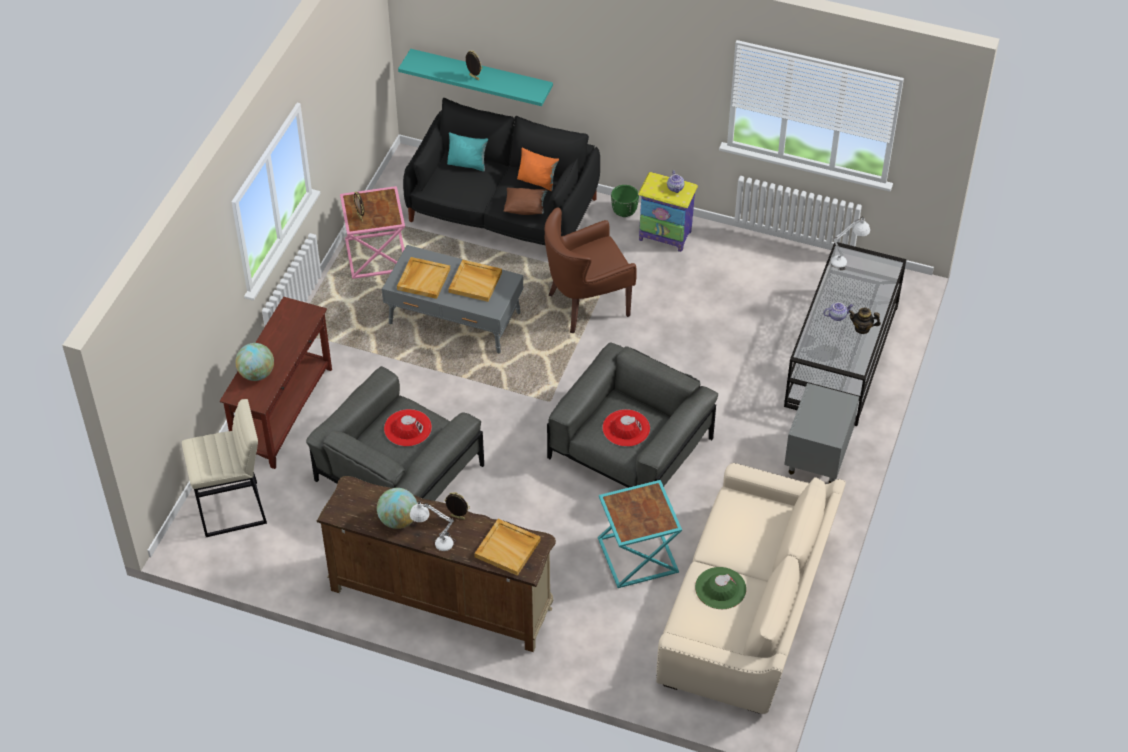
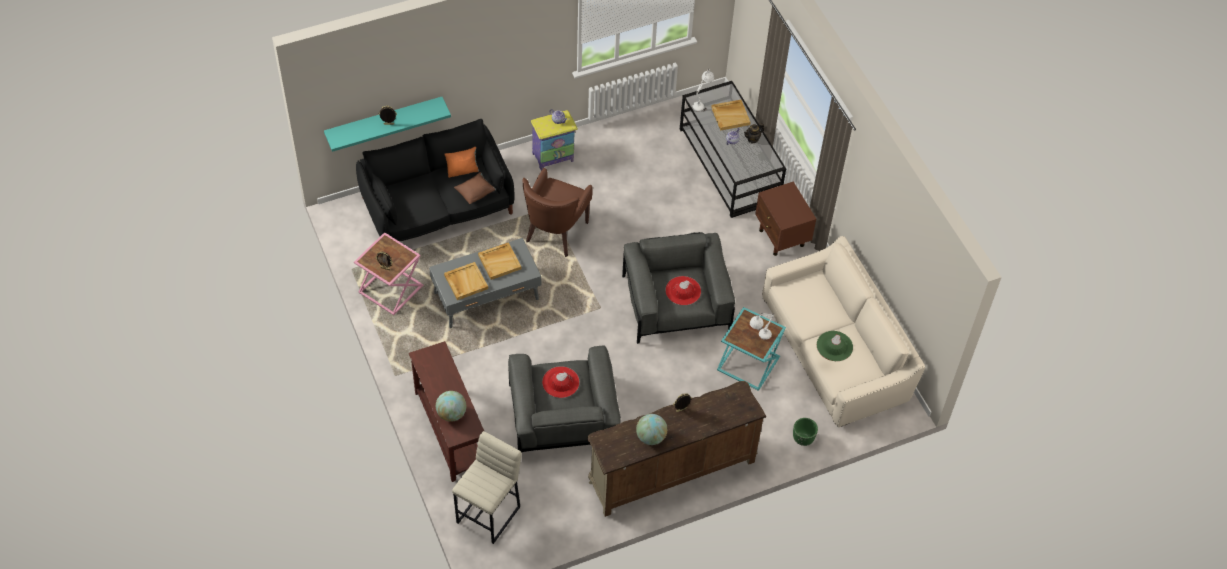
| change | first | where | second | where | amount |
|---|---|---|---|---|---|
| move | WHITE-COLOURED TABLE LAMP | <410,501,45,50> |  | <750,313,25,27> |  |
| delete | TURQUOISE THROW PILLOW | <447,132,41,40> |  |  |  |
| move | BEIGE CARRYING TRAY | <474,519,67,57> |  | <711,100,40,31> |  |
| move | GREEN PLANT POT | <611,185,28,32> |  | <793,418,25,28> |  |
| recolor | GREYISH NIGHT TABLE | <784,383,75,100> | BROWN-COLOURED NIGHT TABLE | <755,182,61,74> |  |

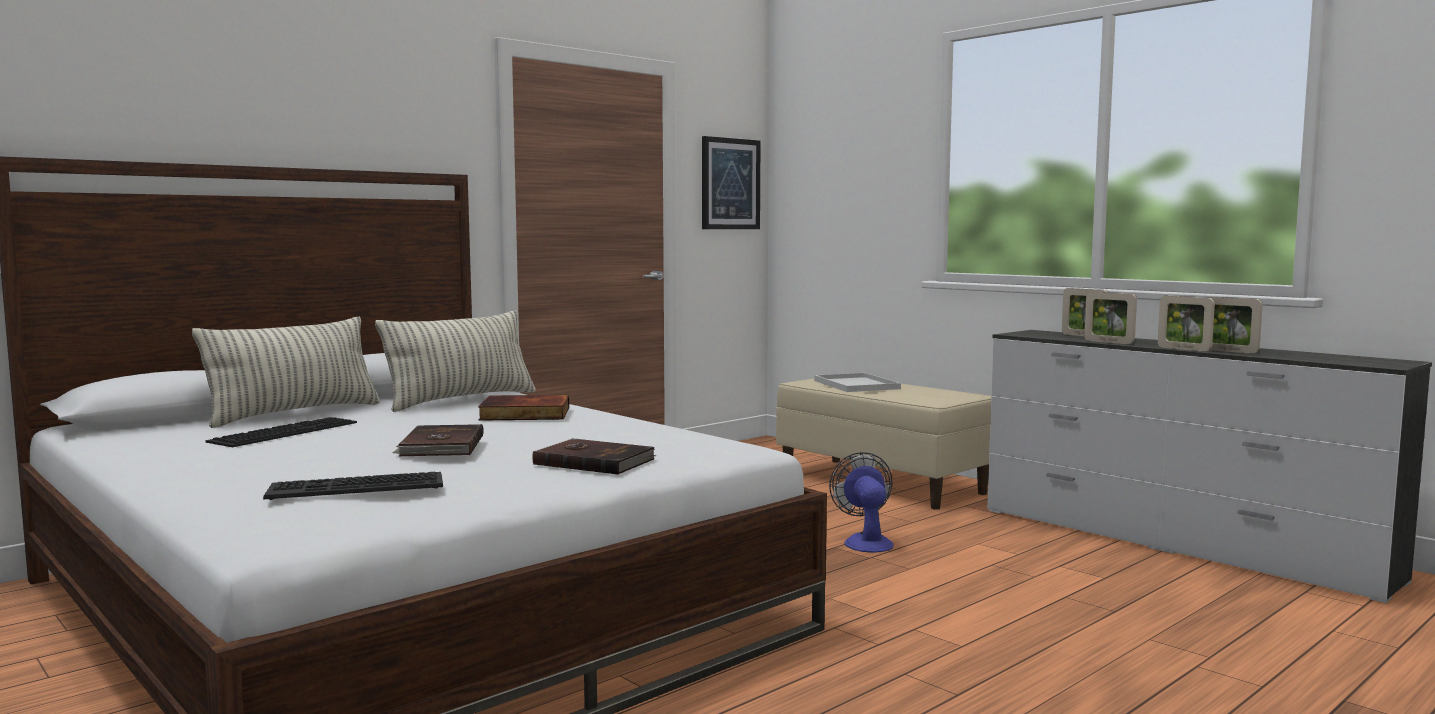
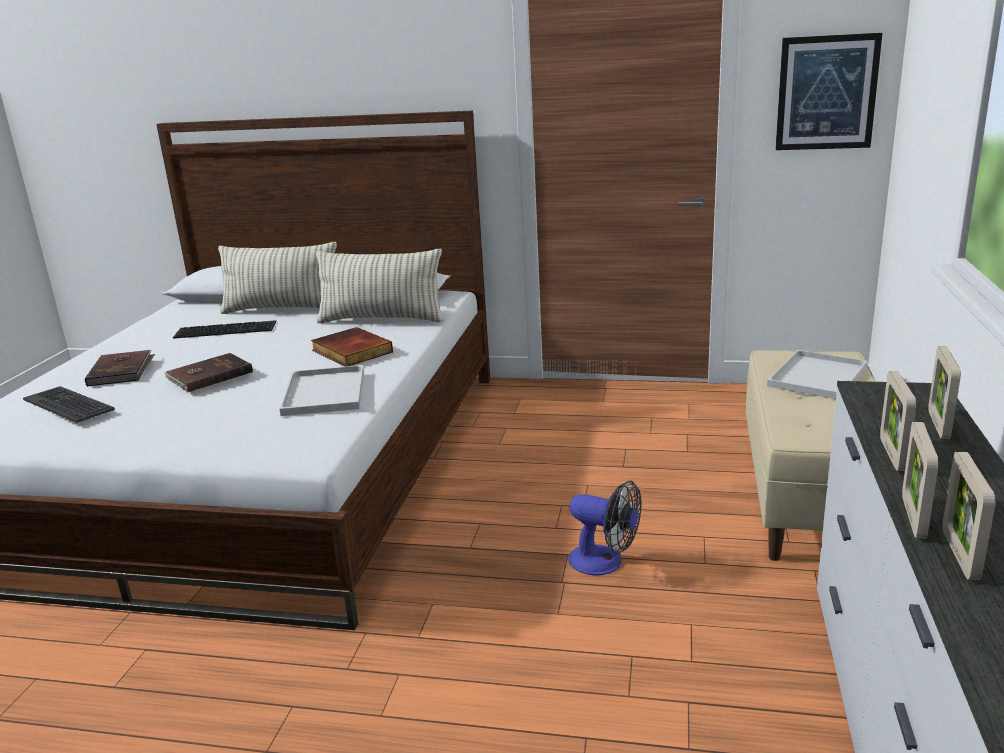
| change | first | where | second | where | amount |
|---|---|---|---|---|---|
| move | BROWN-COLOURED VOLUME | <533,438,123,37> |  | <85,350,70,37> |  |
| rotate | FAN | <829,452,65,101> |  | <568,481,73,94> | 75 degrees clockwise |
| insert |  |  | WHITE-COLOURED CARRYING TRAY | <279,365,85,51> |  |

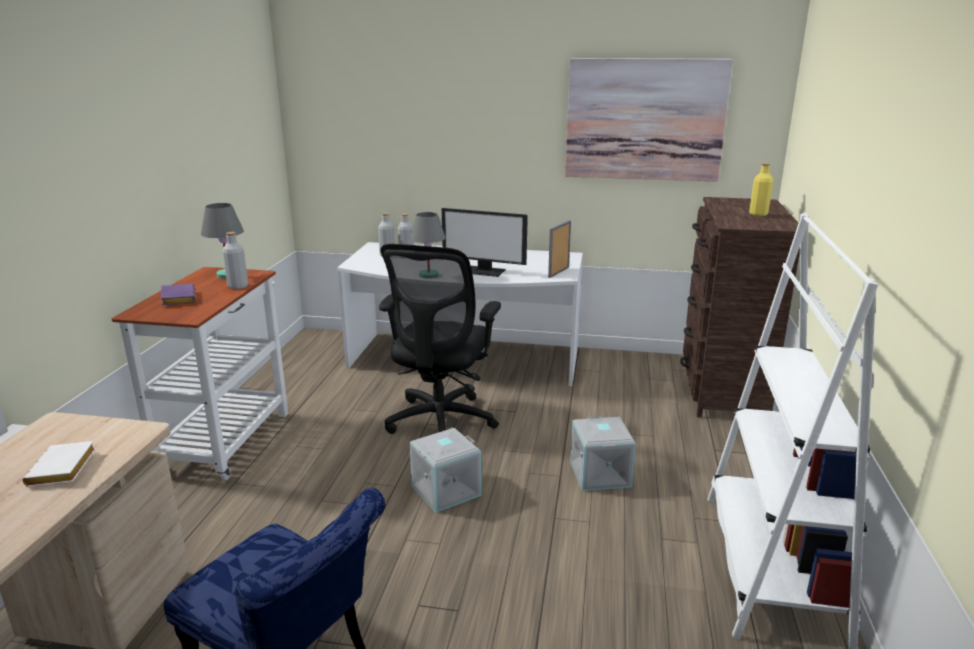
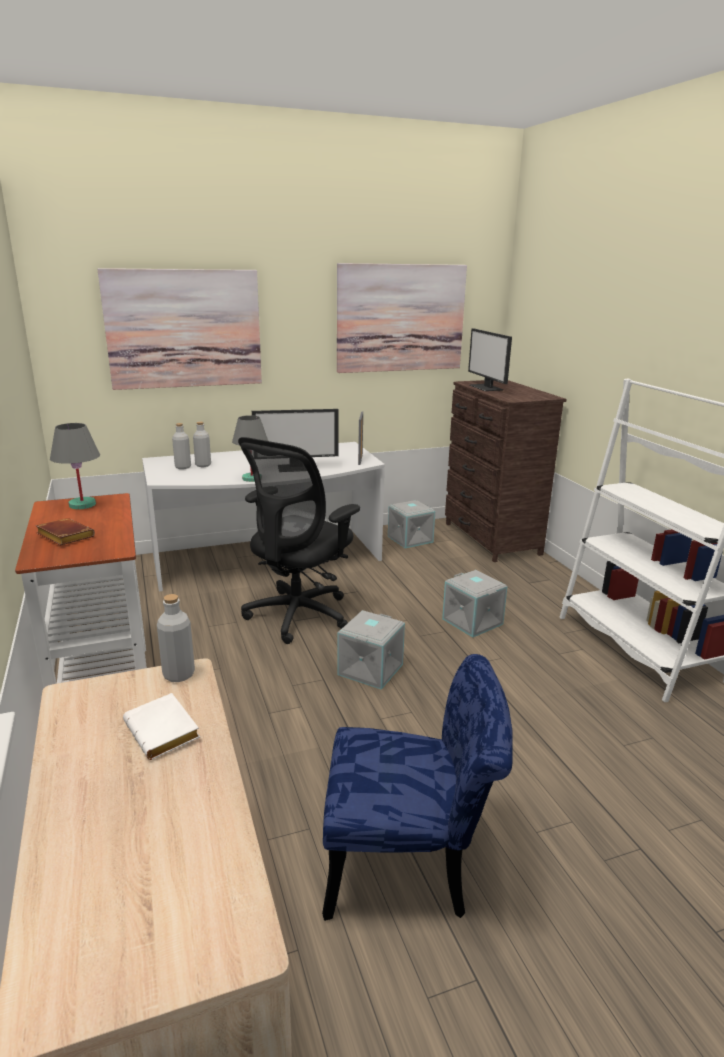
| change | first | where | second | where | amount |
|---|---|---|---|---|---|
| recolor | PURPLISH VOLUME | <161,284,35,21> | BROWN-COLOURED VOLUME | <36,518,59,27> |  |
| move | GREYISH DRINK BOTTLE | <222,232,26,57> |  | <157,594,38,88> |  |
| rotate | BLACK-COLOURED DESK CHAIR | <379,244,122,190> |  | <238,437,122,207> | 45 degrees clockwise |
| delete | YELLOWISH DRINK BOTTLE | <749,163,24,53> |  |  |  |
| insert |  |  | WALL ART | <97,268,165,122> |  |
| insert |  |  | GREYISH STORAGE BIN | <388,500,47,49> |  |
| insert |  |  | MONITOR | <468,328,44,63> |  |

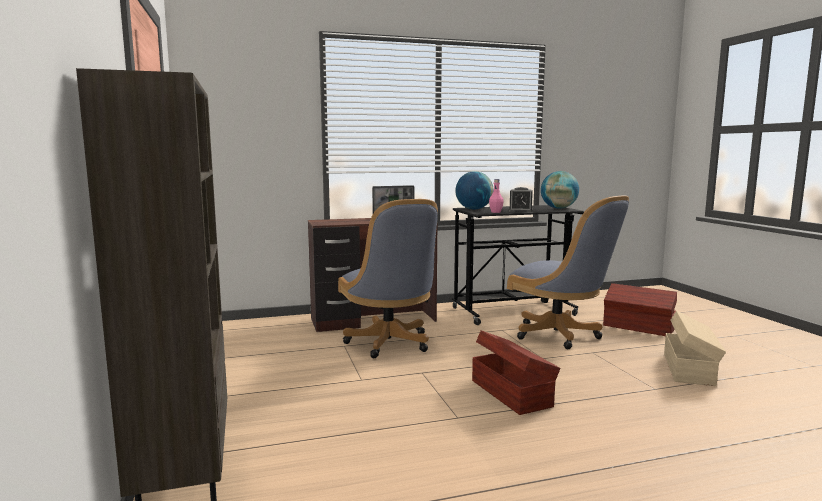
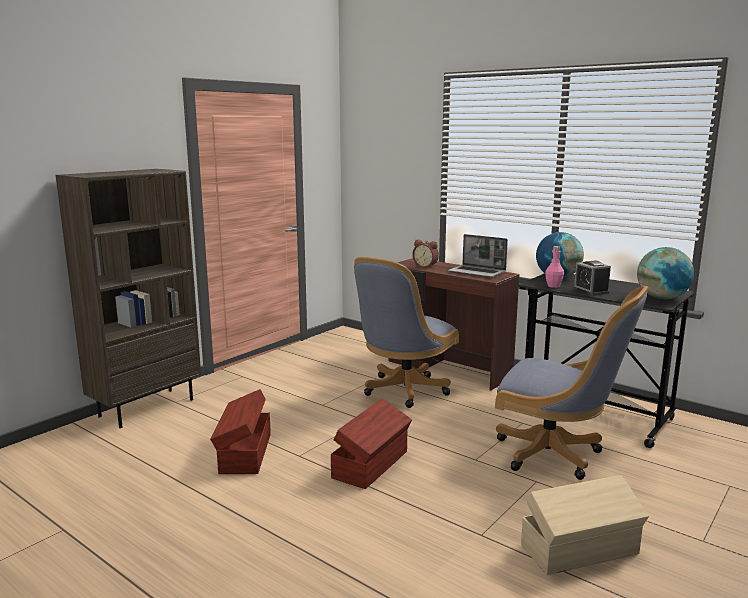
| change | first | where | second | where | amount |
|---|---|---|---|---|---|
| rotate | BLUE DESK CHAIR | <507,195,122,155> |  | <495,286,153,194> | 75 degrees counterclockwise |
| move | BROWN-COLOURED STORAGE BIN | <603,283,74,53> |  | <210,389,61,85> |  |
| insert |  |  | ALARM CLOCK | <412,240,27,28> |  |

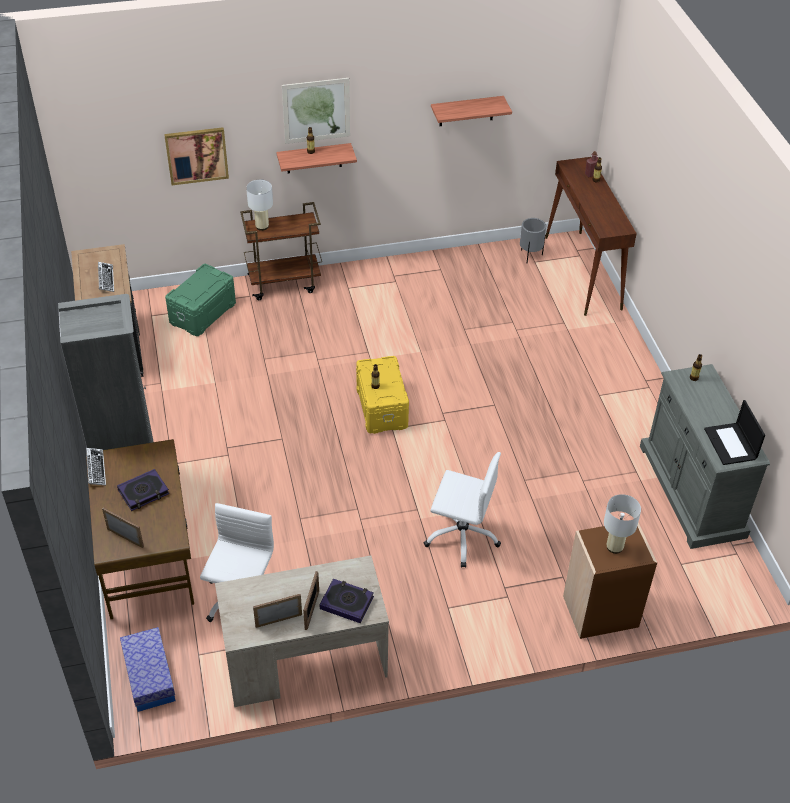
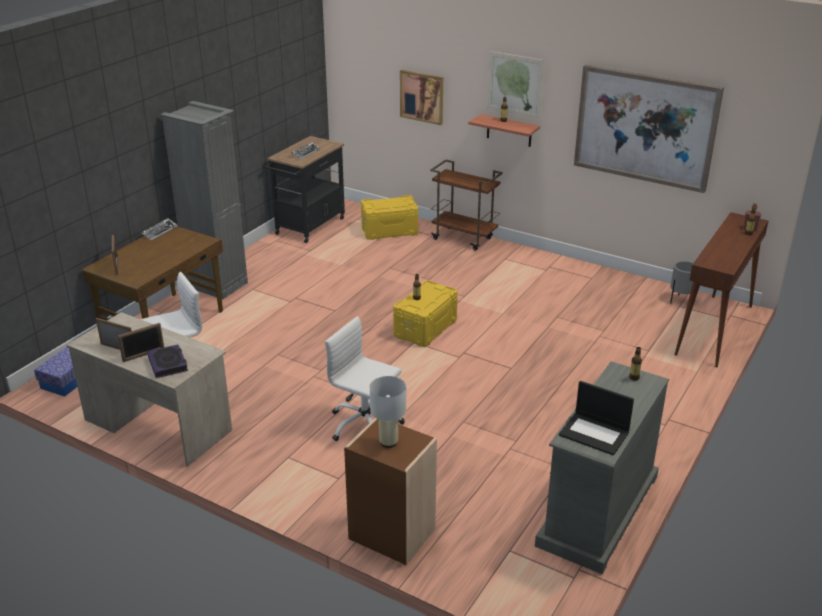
| change | first | where | second | where | amount |
|---|---|---|---|---|---|
| delete | VOLUME | <117,469,52,42> |  |  |  |
| recolor | GREEN STORAGE BIN | <165,264,71,72> | YELLOWISH STORAGE BIN | <361,195,57,45> |  |
| delete | WHITE-COLOURED TABLE LAMP | <246,179,27,52> |  |  |  |
| rotate | WHITE-COLOURED DESK CHAIR | <424,452,77,116> |  | <325,316,80,125> | 150 degrees clockwise |
| replace | WALL SHELF | <431,96,81,30> | WALL ART | <574,65,150,128> |  |
| rotate | PORTABLE COMPUTER | <704,400,61,65> |  | <559,381,75,74> | 90 degrees counterclockwise |

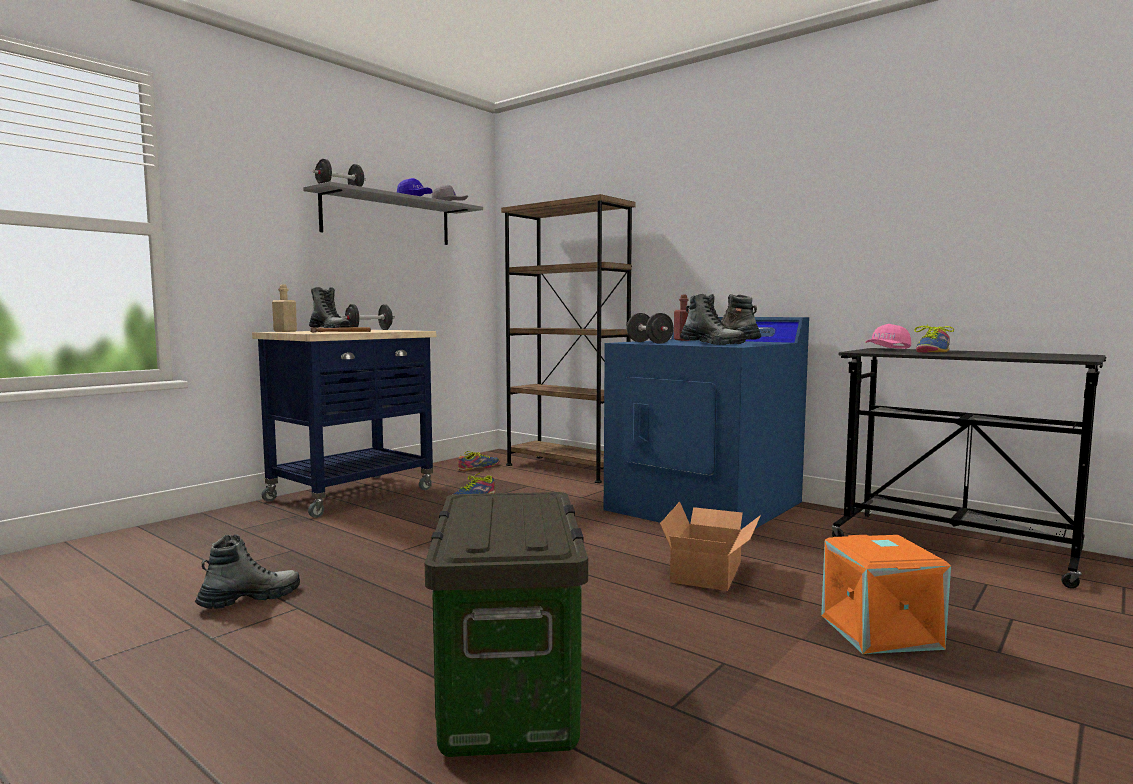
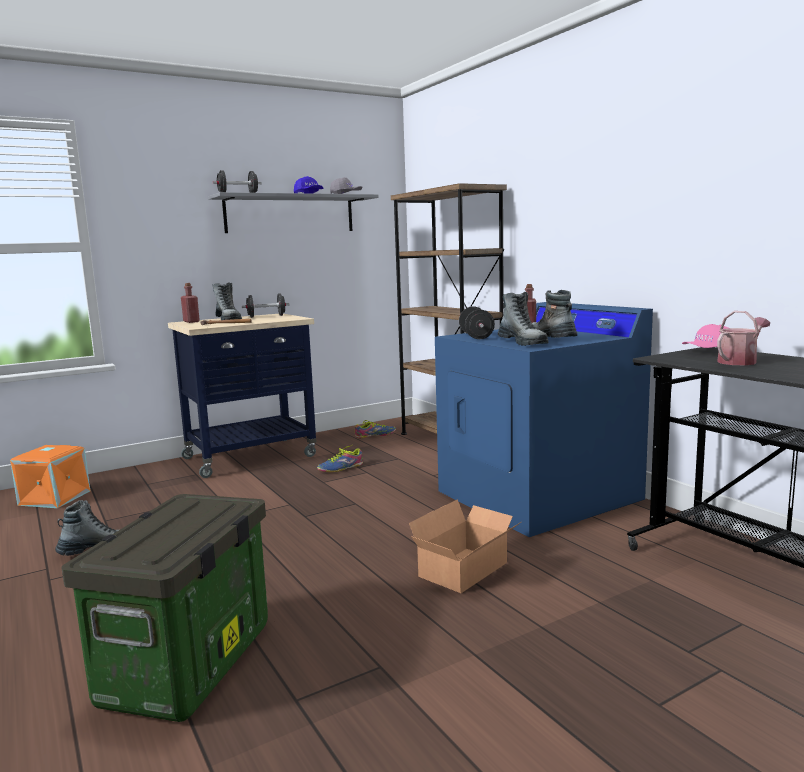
| change | first | where | second | where | amount |
|---|---|---|---|---|---|
| recolor | BEIGE DRINK BOTTLE | <272,284,25,48> | RED-COLOURED DRINK BOTTLE | <181,283,19,40> |  |
| move | ORANGE-COLOURED STORAGE BIN | <821,535,130,119> |  | <10,445,80,63> |  |
| replace | LOW SHOE | <914,325,40,28> | WATERING CAN | <717,311,53,54> |  |

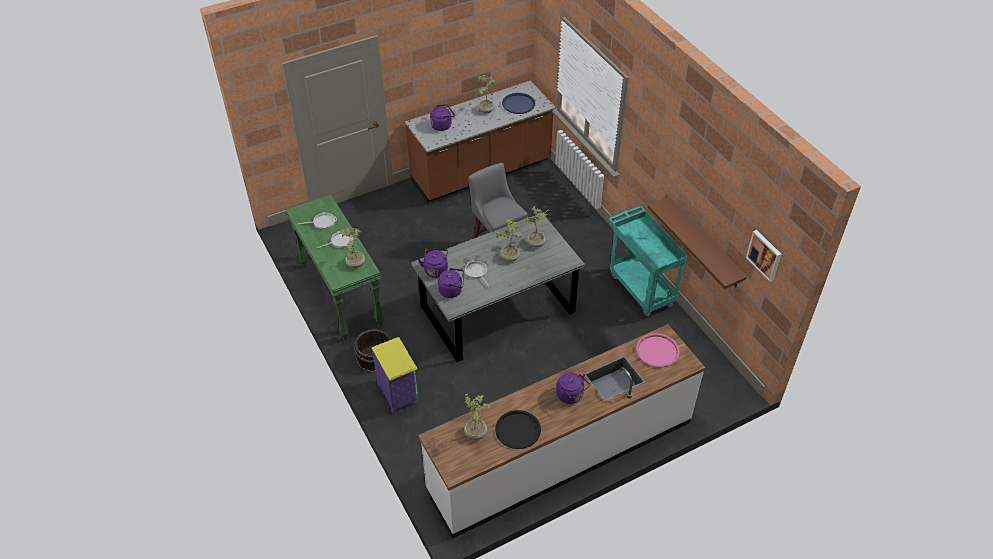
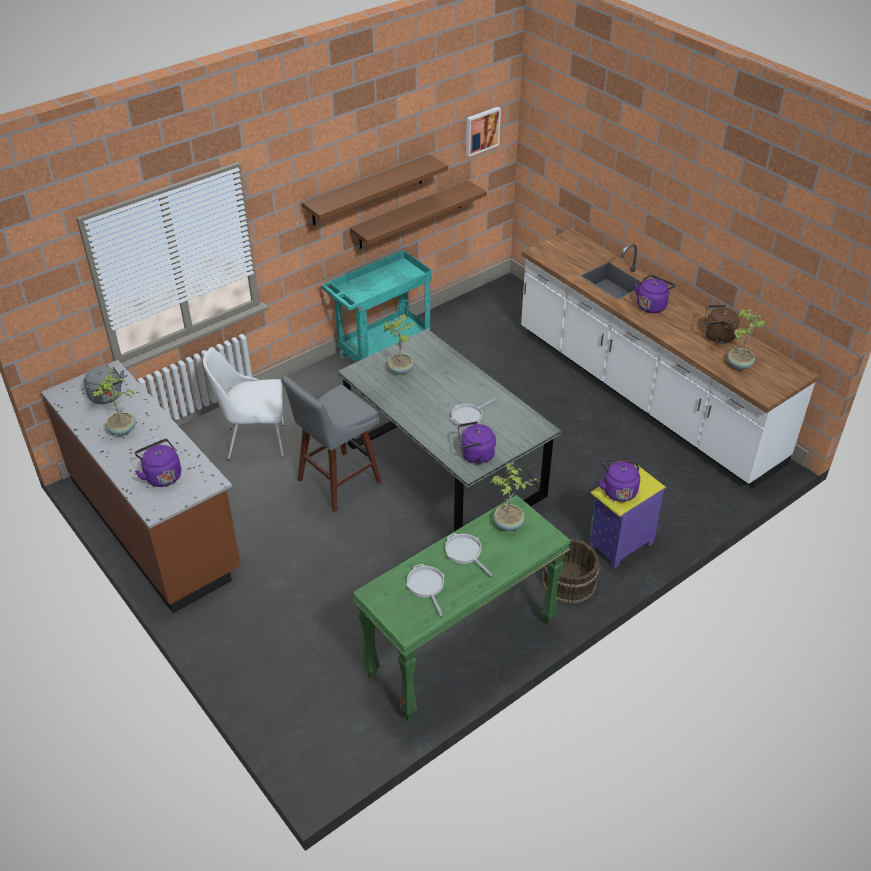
| change | first | where | second | where | amount |
|---|---|---|---|---|---|
| move | PURPLISH KETTLE | <438,268,26,30> |  | <598,457,42,45> |  |
| delete | PLANT IN A POT | <494,219,28,43> |  |  |  |
| replace | BLACK-COLOURED CARRYING TRAY | <495,410,46,39> | BROWN-COLOURED KETTLE | <705,305,34,38> |  |
| replace | BLUE CARRYING TRAY | <502,93,33,21> | GREYISH KETTLE | <84,366,40,38> |  |
| delete | PINKISH CARRYING TRAY | <636,333,43,34> |  |  |  |
| insert |  |  | WHITE-COLOURED UPRIGHT CHAIR | <203,349,81,112> |  |
| insert |  |  | BROWN-COLOURED WALL SHELF | <301,154,147,71> |  |

